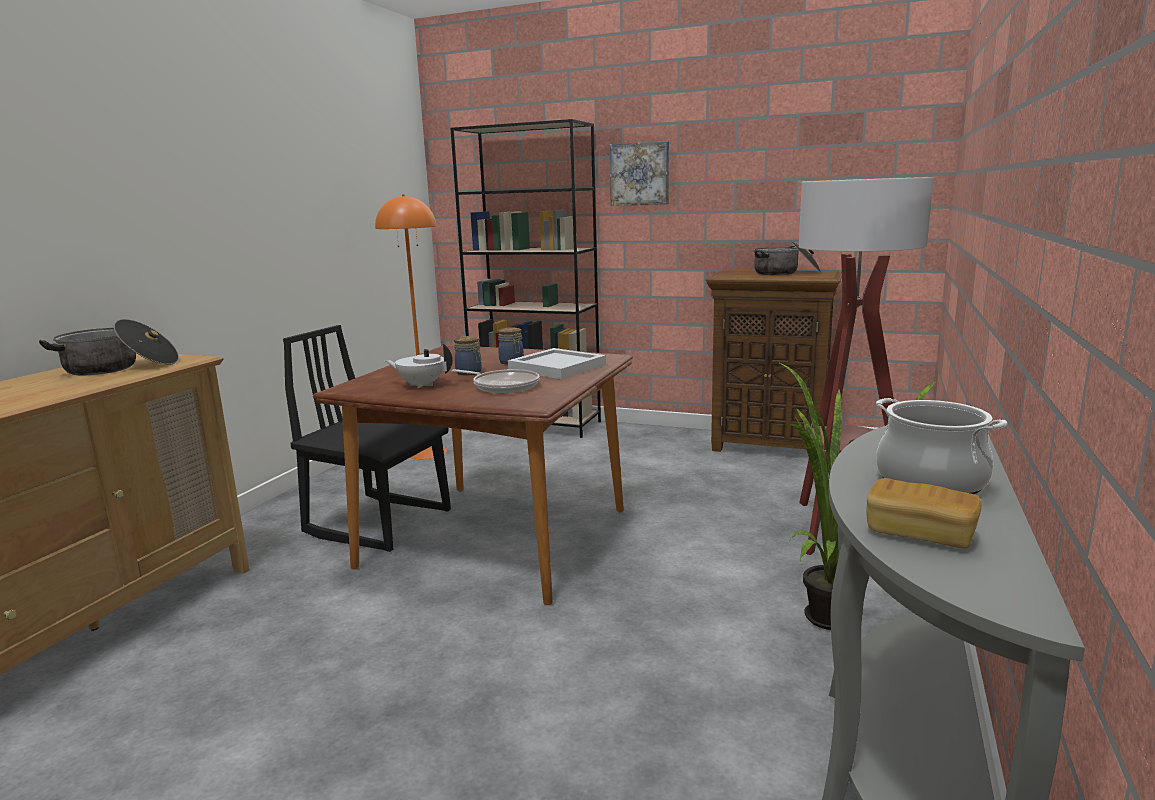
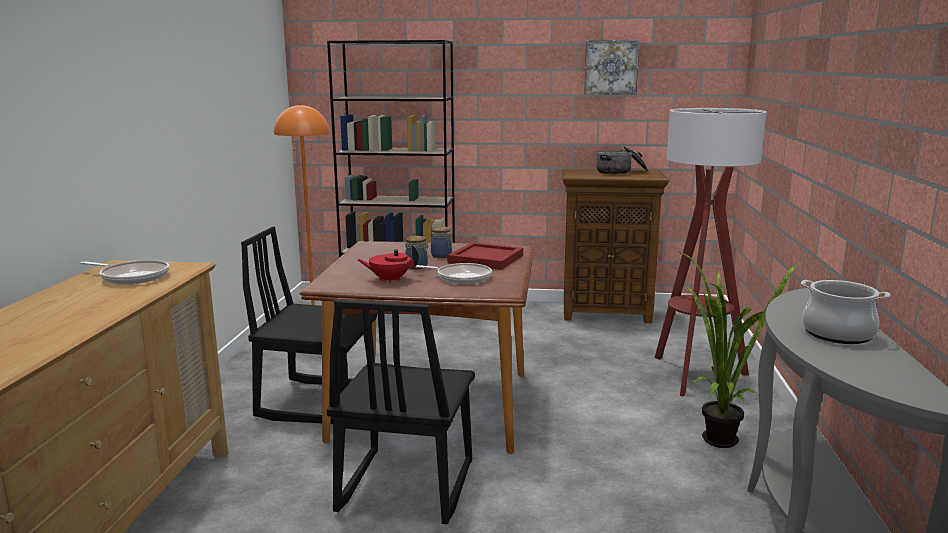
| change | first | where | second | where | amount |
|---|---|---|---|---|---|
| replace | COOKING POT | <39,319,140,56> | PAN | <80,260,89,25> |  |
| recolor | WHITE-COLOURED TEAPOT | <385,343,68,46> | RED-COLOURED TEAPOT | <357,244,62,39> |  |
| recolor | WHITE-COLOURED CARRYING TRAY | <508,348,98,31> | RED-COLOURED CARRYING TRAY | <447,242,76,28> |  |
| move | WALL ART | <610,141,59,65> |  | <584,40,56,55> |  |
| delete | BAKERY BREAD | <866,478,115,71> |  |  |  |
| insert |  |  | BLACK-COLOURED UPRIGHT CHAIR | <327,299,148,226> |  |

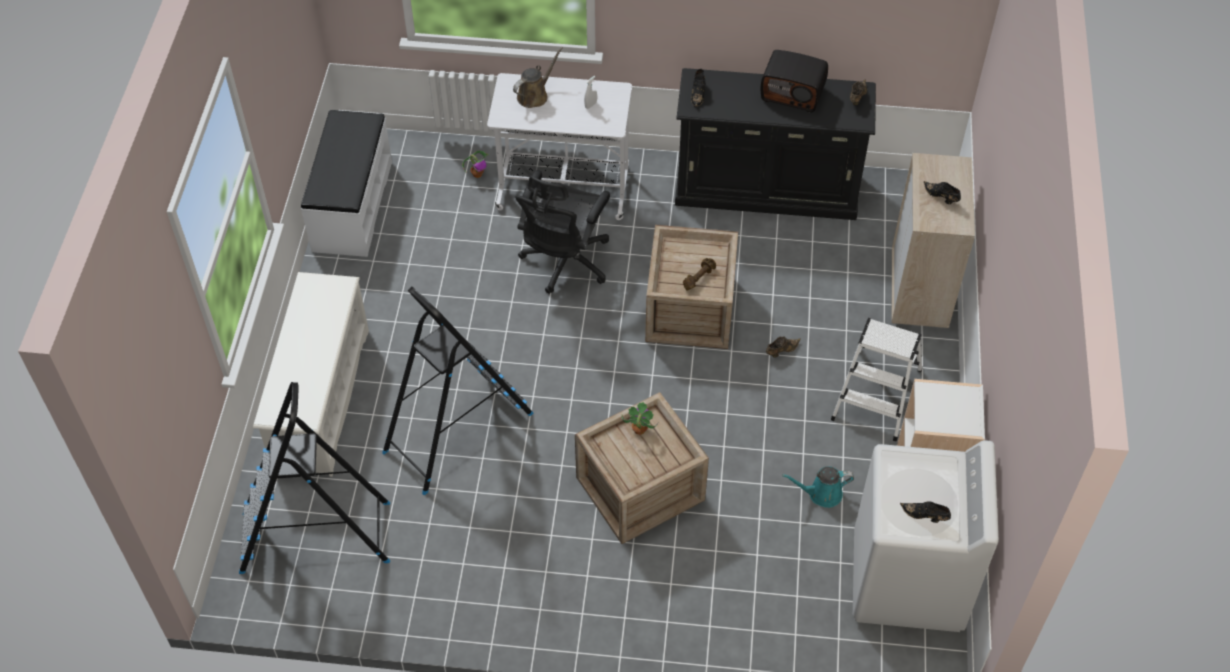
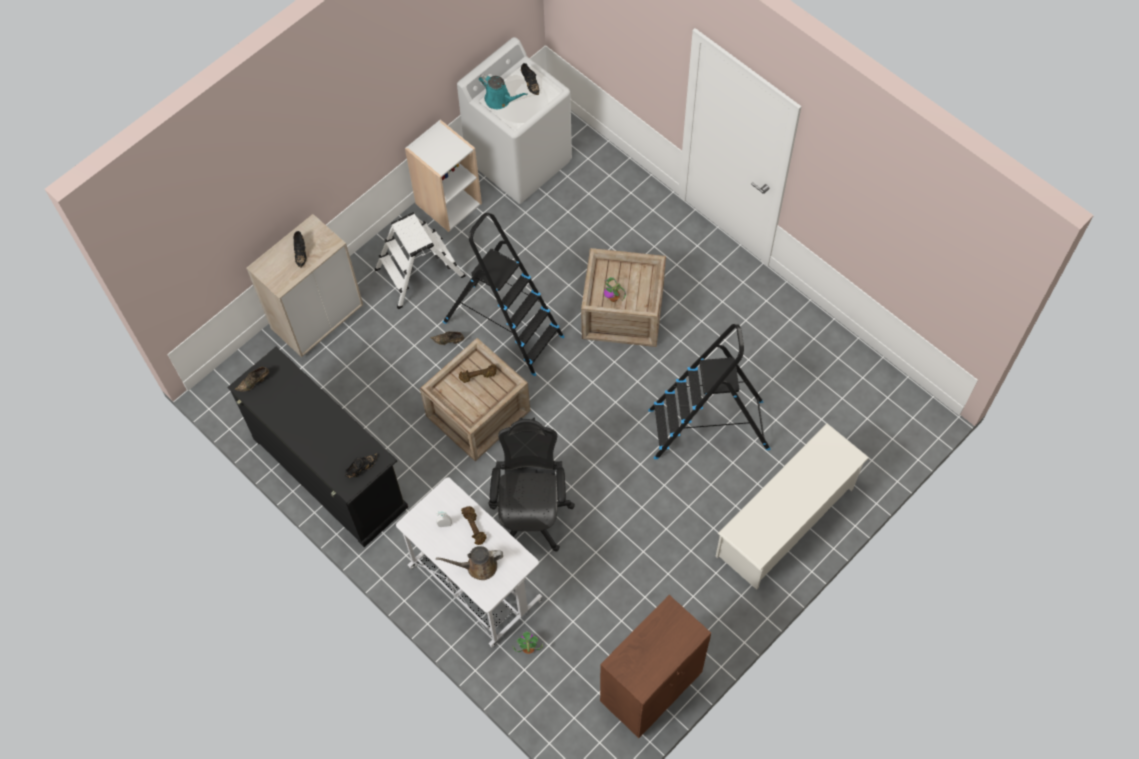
| change | first | where | second | where | amount |
|---|---|---|---|---|---|
| move | BLACK-COLOURED STEPLADDER | <239,382,151,192> |  | <443,213,121,163> |  |
| replace | WHITE-COLOURED BENCH | <301,110,91,147> | BROWN-COLOURED CABINET | <600,595,111,143> |  |
| rotate | DESK CHAIR | <515,170,95,124> |  | <488,418,87,133> | 60 degrees counterclockwise |
| delete | RADIO | <761,50,67,63> |  |  |  |
| move | TURQUOISE WATERING CAN | <782,466,72,42> |  | <479,74,49,35> |  |
| insert |  |  | BROWN-COLOURED DUMBBELL | <461,506,26,39> |  |

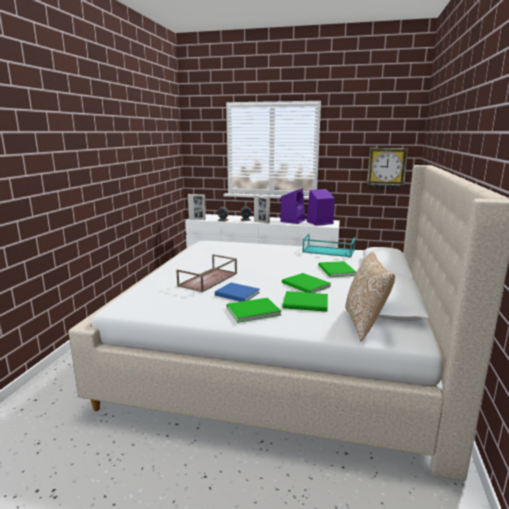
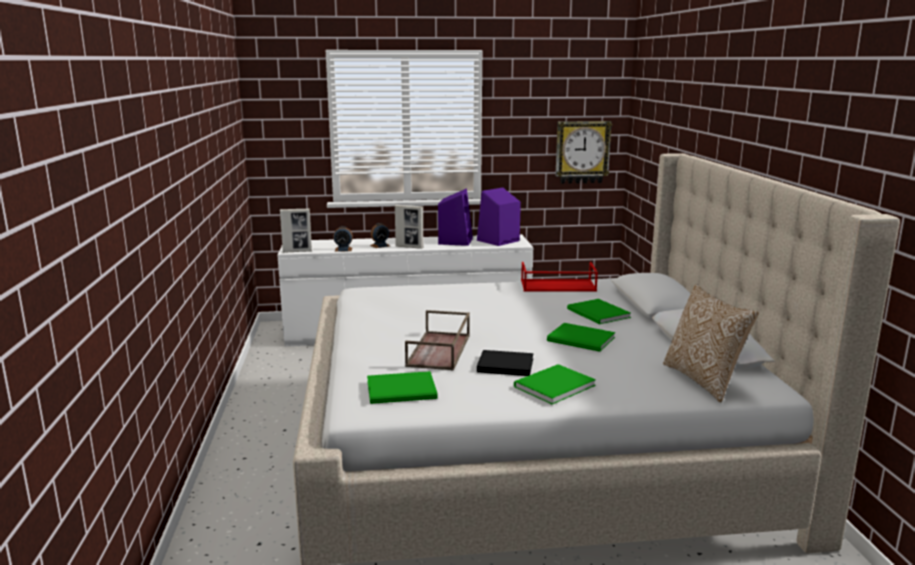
| change | first | where | second | where | amount |
|---|---|---|---|---|---|
| recolor | BLUE VOLUME | <215,283,45,19> | BLACK-COLOURED VOLUME | <477,350,57,26> |  |
| move | GREEN VOLUME | <283,291,45,21> |  | <367,371,71,33> |  |
| recolor | TURQUOISE CARRYING TRAY | <302,234,53,23> | RED-COLOURED CARRYING TRAY | <521,262,77,30> |  |

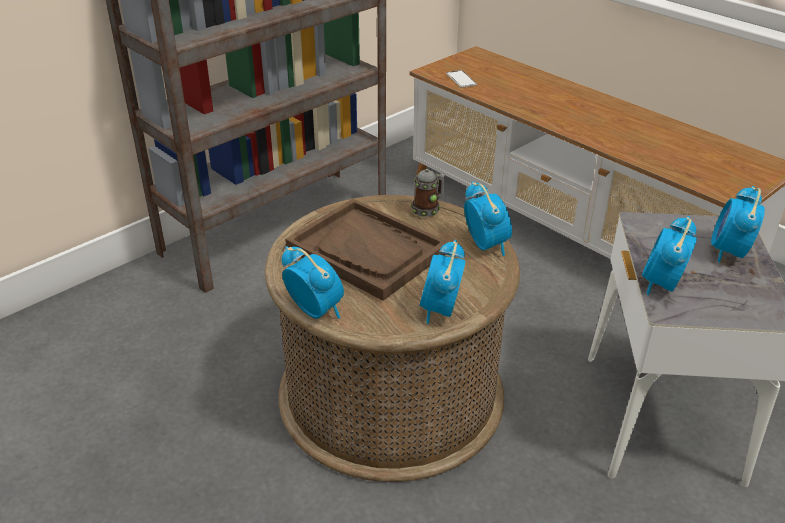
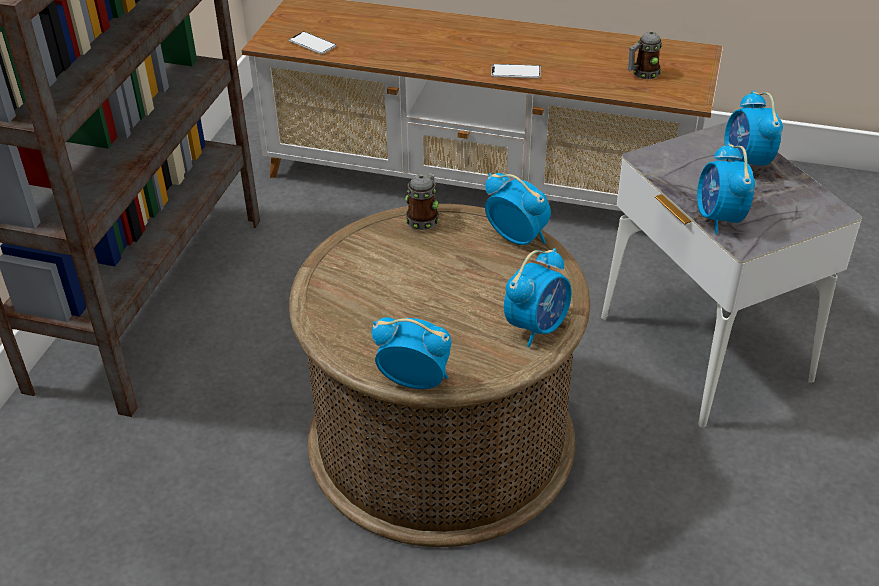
| change | first | where | second | where | amount |
|---|---|---|---|---|---|
| delete | BROWN-COLOURED CARRYING TRAY | <285,199,163,102> |  |  |  |
| rotate | ALARM CLOCK | <420,240,46,84> |  | <504,248,67,99> | 120 degrees counterclockwise |
| insert |  |  | HANDSET | <491,64,50,15> |  |
| insert |  |  | COFFEE MUG | <627,31,35,48> |  |

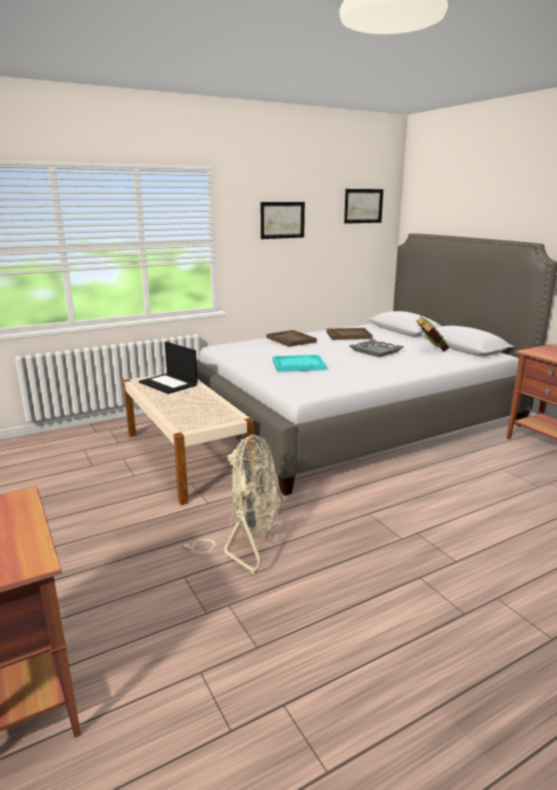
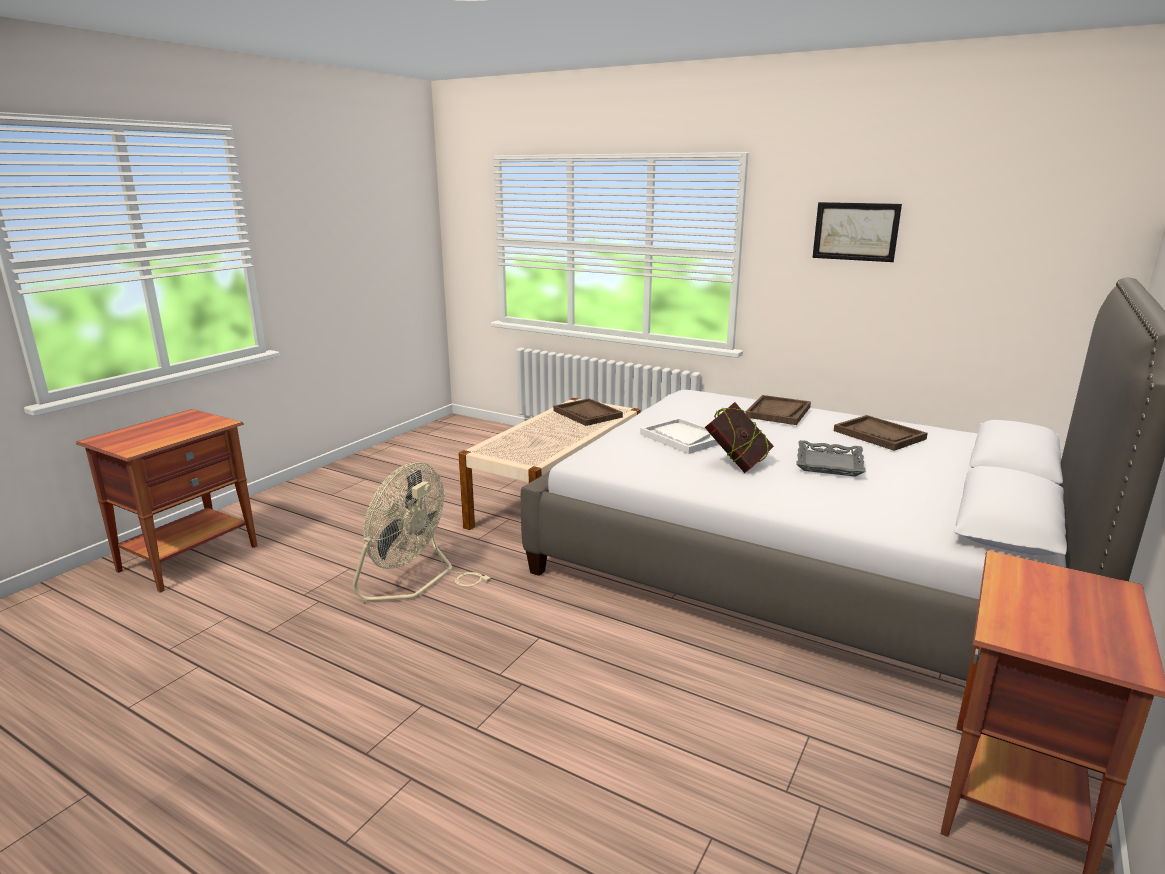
| change | first | where | second | where | amount |
|---|---|---|---|---|---|
| replace | PORTABLE COMPUTER | <139,342,59,52> | BROWN-COLOURED CARRYING TRAY | <553,398,70,28> |  |
| rotate | BEIGE FAN | <182,434,102,141> |  | <353,462,138,141> | 135 degrees clockwise |
| recolor | TURQUOISE CARRYING TRAY | <273,355,54,17> | WHITE-COLOURED CARRYING TRAY | <640,418,79,36> |  |
| delete | WALL ART | <344,189,39,35> |  |  |  |
| move | VOLUME | <416,316,33,36> |  | <705,402,69,71> |  |

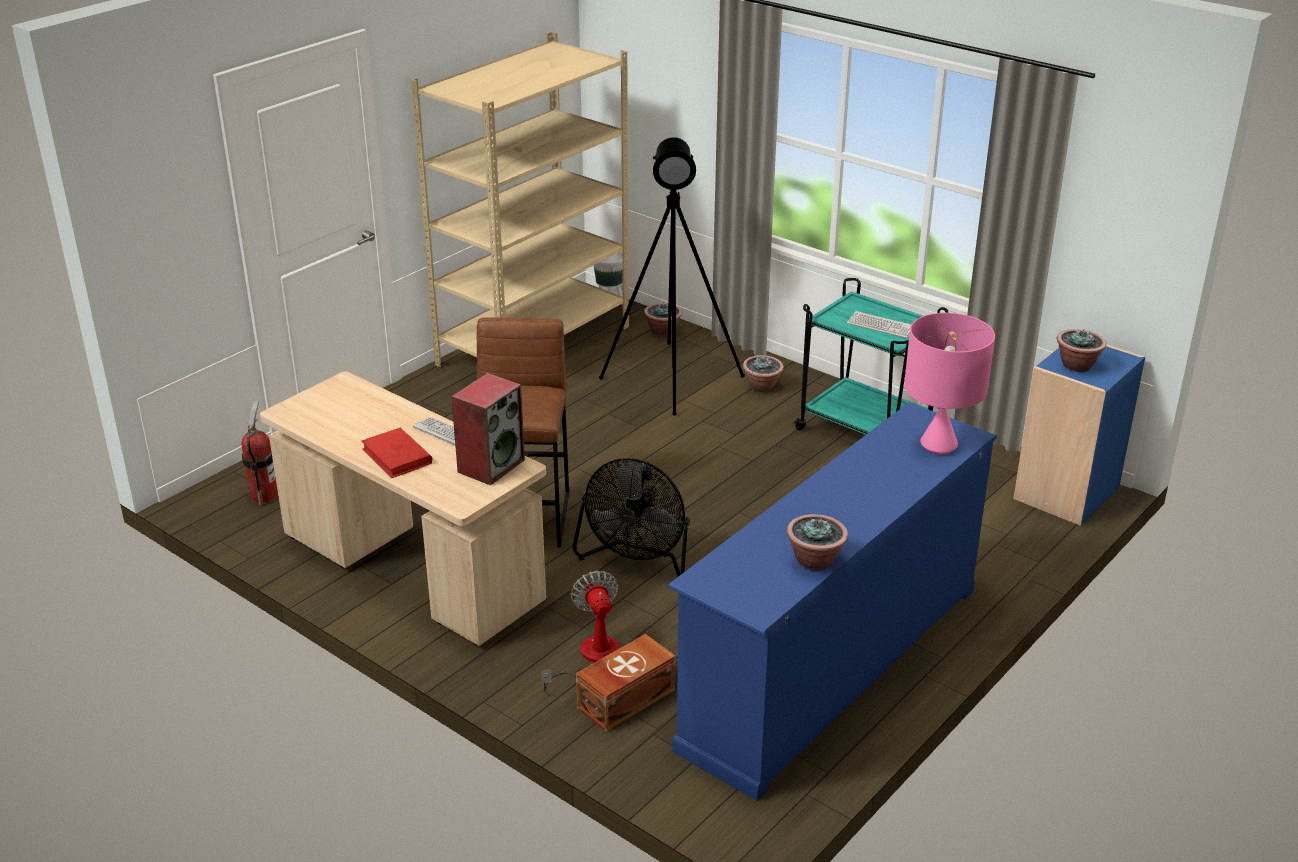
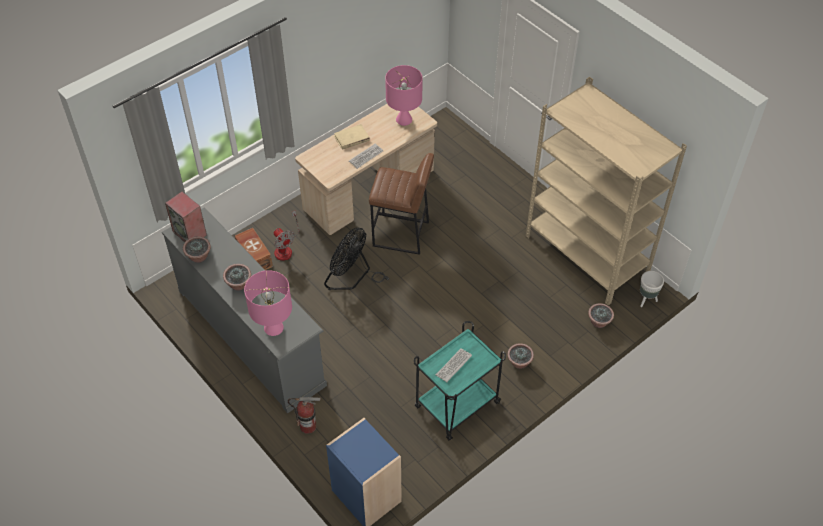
| change | first | where | second | where | amount |
|---|---|---|---|---|---|
| move | EXTINGUISHER | <242,401,36,104> |  | <288,397,33,37> |  |
| recolor | RED-COLOURED VOLUME | <362,428,70,50> | BEIGE VOLUME | <334,124,36,26> |  |
| move | SPEAKER | <451,373,74,112> |  | <165,192,42,50> |  |
| rotate | FAN | <541,571,78,121> |  | <274,210,25,51> | 60 degrees clockwise |
| delete | BLACK-COLOURED STANDING LAMP | <599,137,146,278> |  |  |  |
| recolor | BLUE CABINET | <668,402,329,399> | GREYISH CABINET | <162,207,165,206> |  |
| move | PLANT IN A POT | <1057,329,49,43> |  | <223,264,28,27> |  |
| insert |  |  | PINKISH TABLE LAMP | <385,65,38,61> |  |

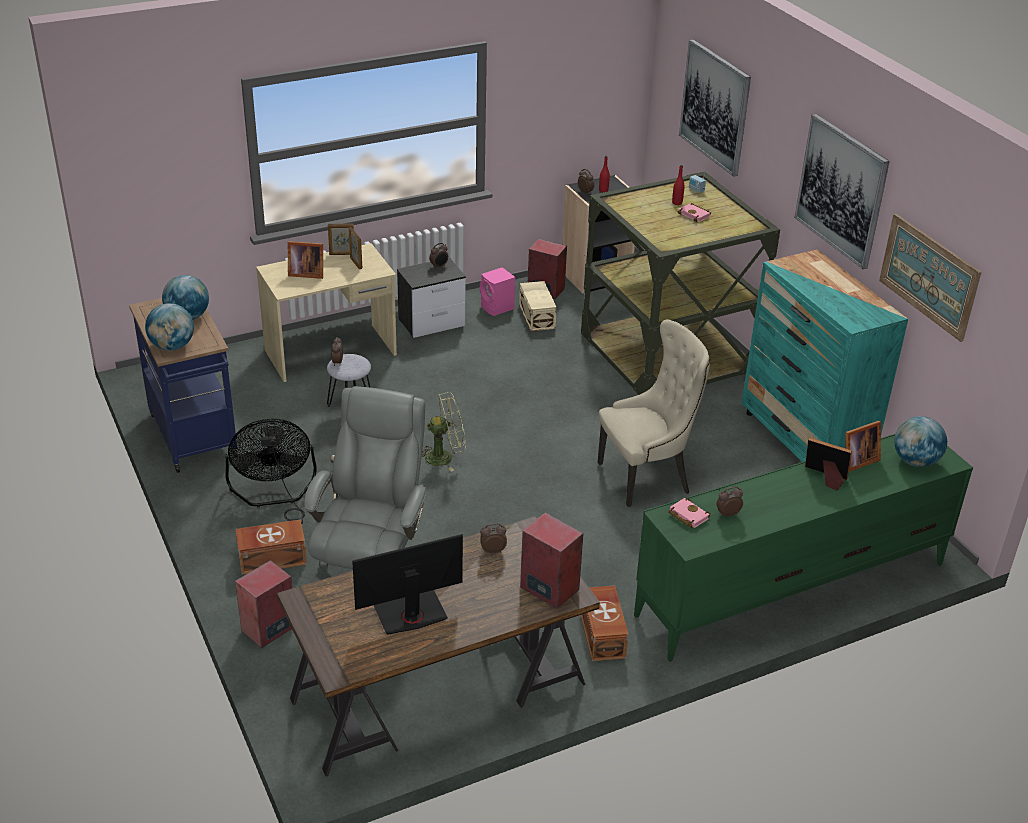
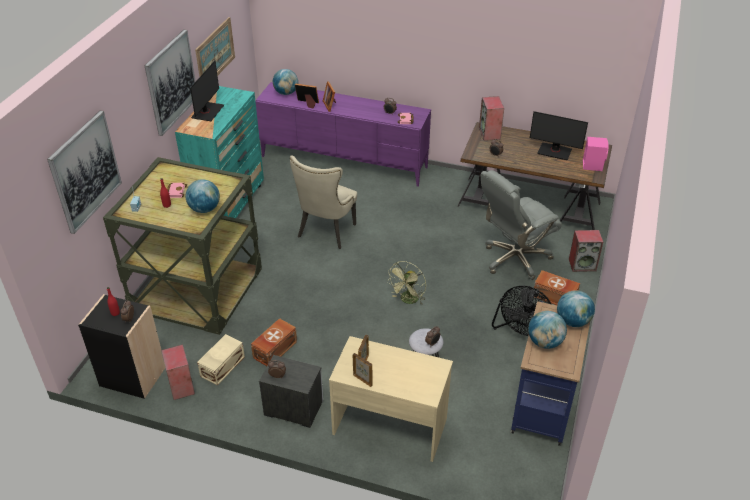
| change | first | where | second | where | amount |
|---|---|---|---|---|---|
| delete | STANDING FRAME | <288,241,35,38> |  |  |  |
| rotate | GREEN FAN | <422,392,44,80> |  | <386,261,40,44> | 90 degrees counterclockwise |
| move | PINKISH SPEAKER | <480,267,35,49> |  | <583,137,25,34> |  |
| move | BROWN-COLOURED STORAGE BIN | <580,585,49,76> |  | <251,318,46,48> |  |
| rotate | BEIGE UPRIGHT CHAIR | <598,319,112,188> |  | <290,155,67,94> | 90 degrees counterclockwise |
| recolor | GREEN CABINET | <634,434,339,228> | PURPLISH CABINET | <255,82,176,105> |  |
| insert |  |  | DESK GLOBE | <185,179,35,34> |  |
| insert |  |  | MONITOR | <190,61,34,60> |  |

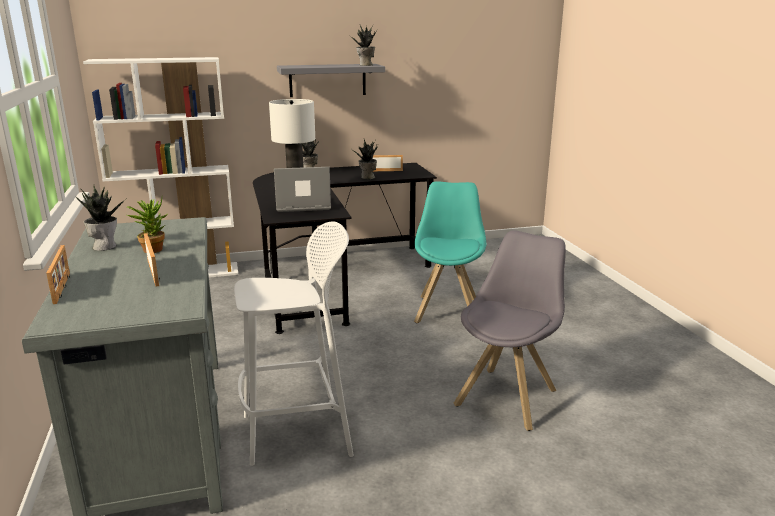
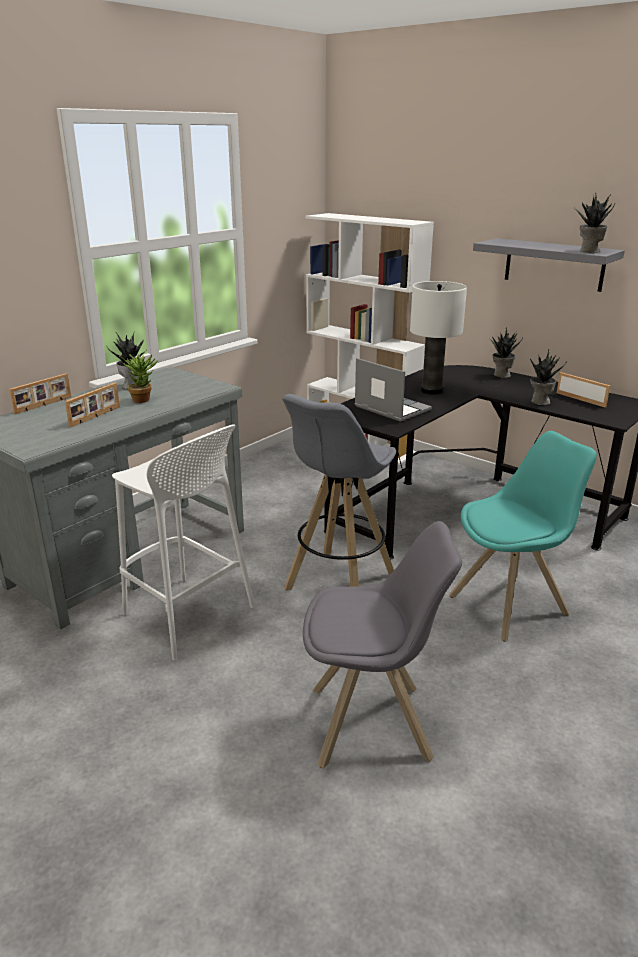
| change | first | where | second | where | amount |
|---|---|---|---|---|---|
| insert |  |  | GREYISH STOOL | <282,394,114,197> |  |

